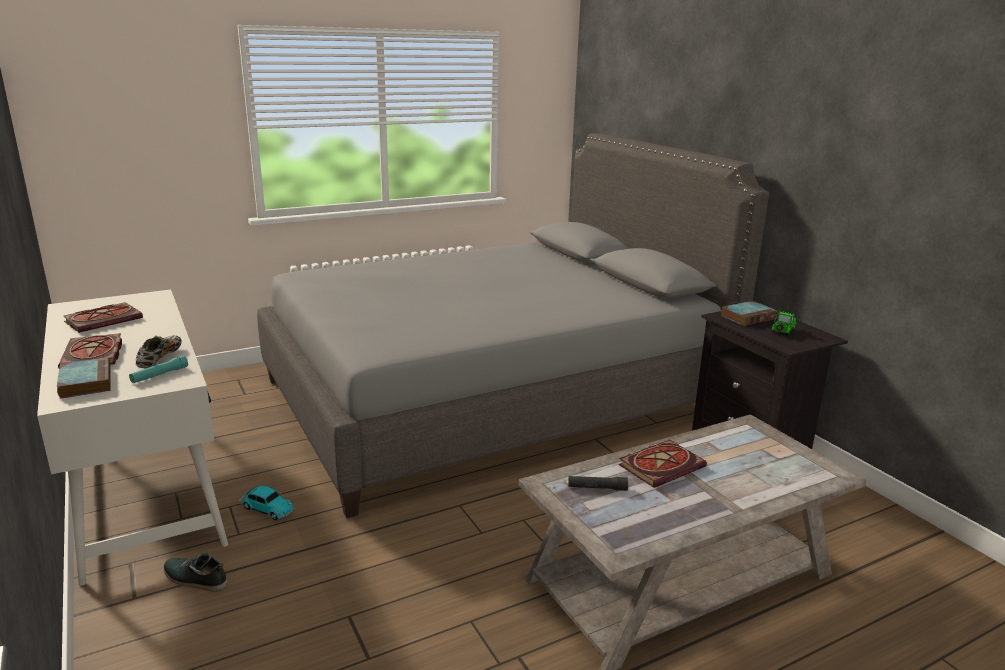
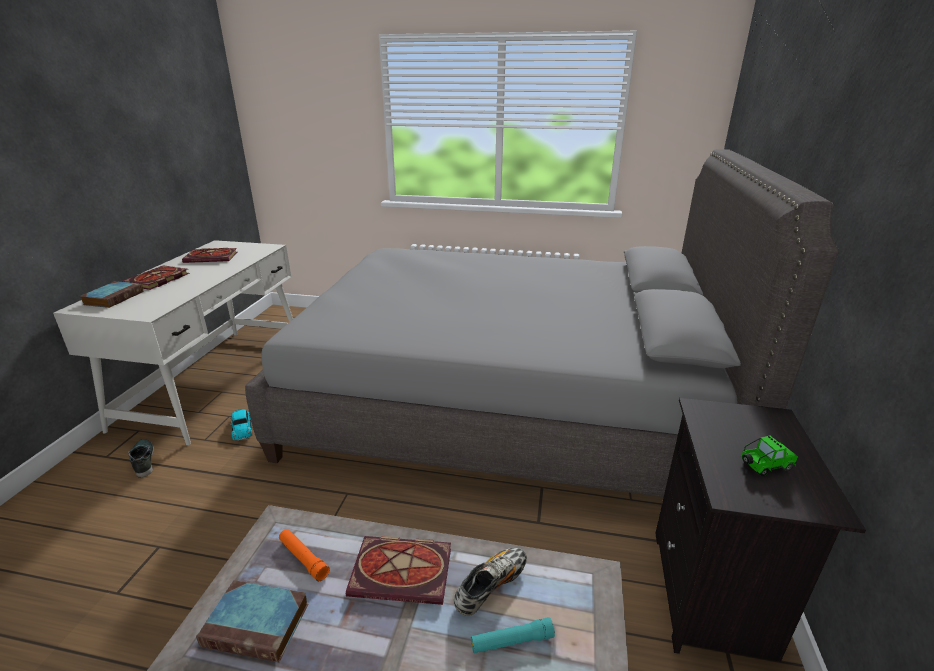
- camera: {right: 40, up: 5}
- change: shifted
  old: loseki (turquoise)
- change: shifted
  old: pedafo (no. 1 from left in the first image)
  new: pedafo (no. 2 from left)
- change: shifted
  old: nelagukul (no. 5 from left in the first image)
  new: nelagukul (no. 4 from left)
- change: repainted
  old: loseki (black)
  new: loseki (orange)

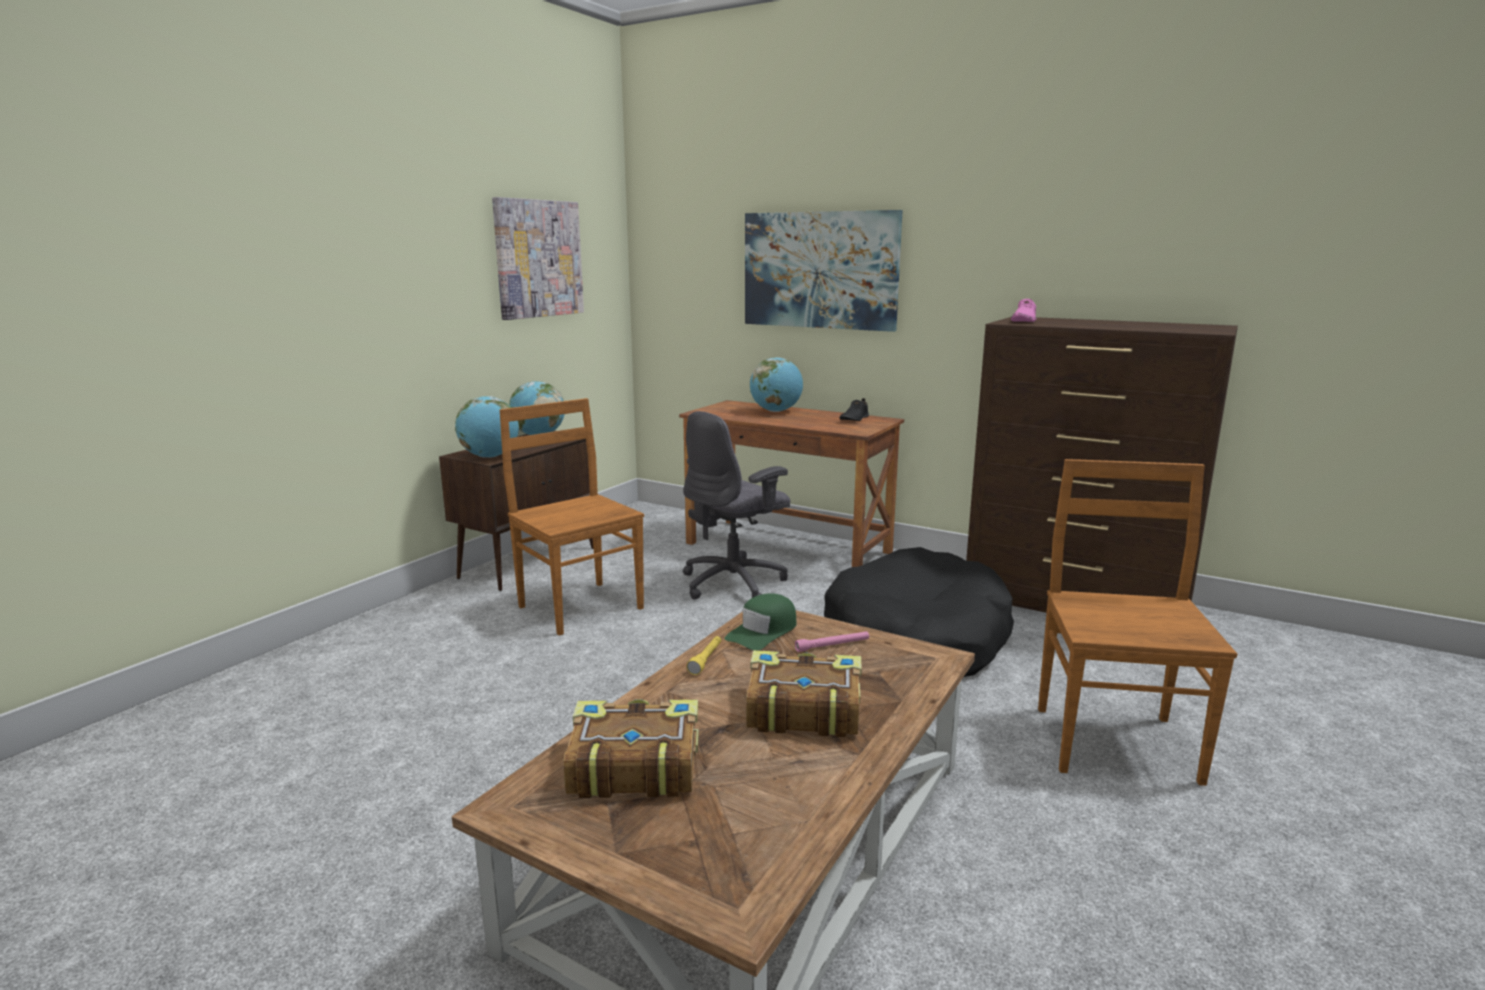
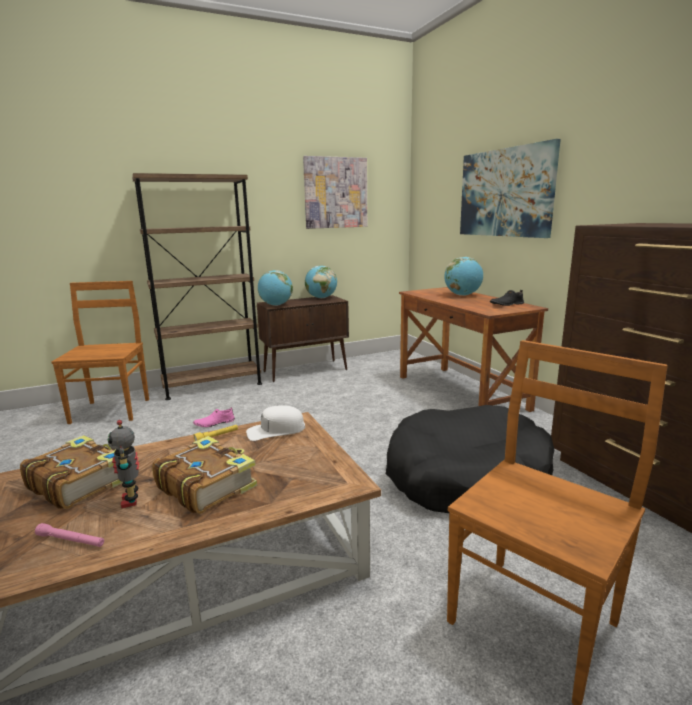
- camera: {right: 35, up: 0}
- change: gone
  old: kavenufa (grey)
- change: new
  new: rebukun
- change: new
  new: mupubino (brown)
- change: shifted
  old: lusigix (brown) (no. 1 from left)
- change: shifted
  old: loseki (pink)
- change: shifted
  old: pedafo (pink)
- change: repainted
  old: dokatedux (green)
  new: dokatedux (white)

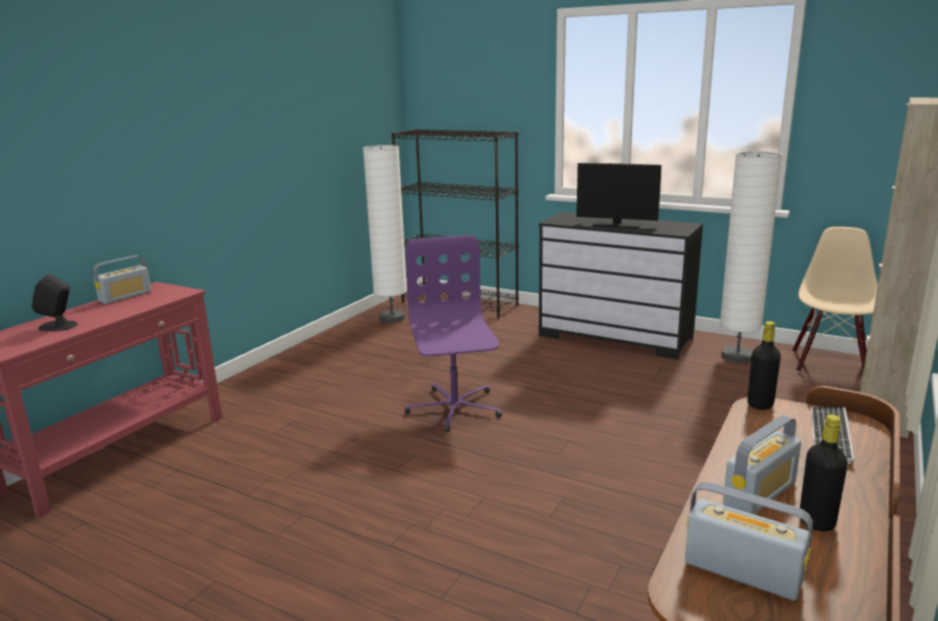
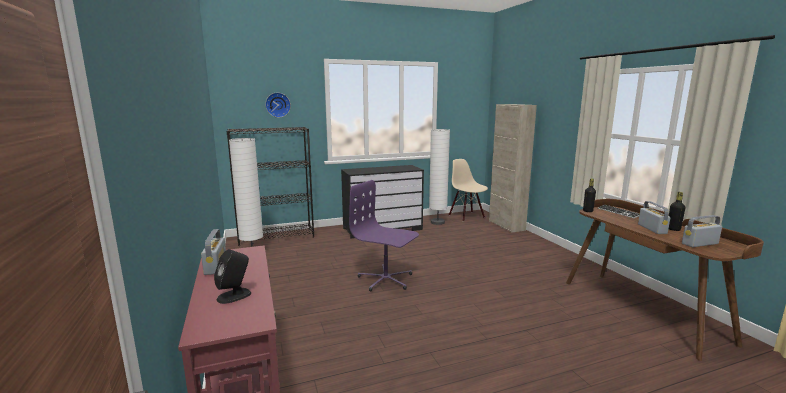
- camera: {right: -50, up: -5}
- change: gone
  old: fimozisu
- change: new
  new: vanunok

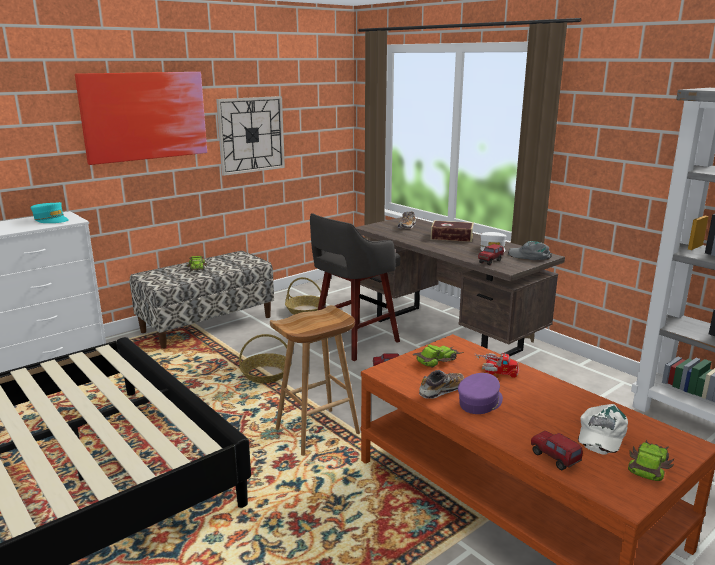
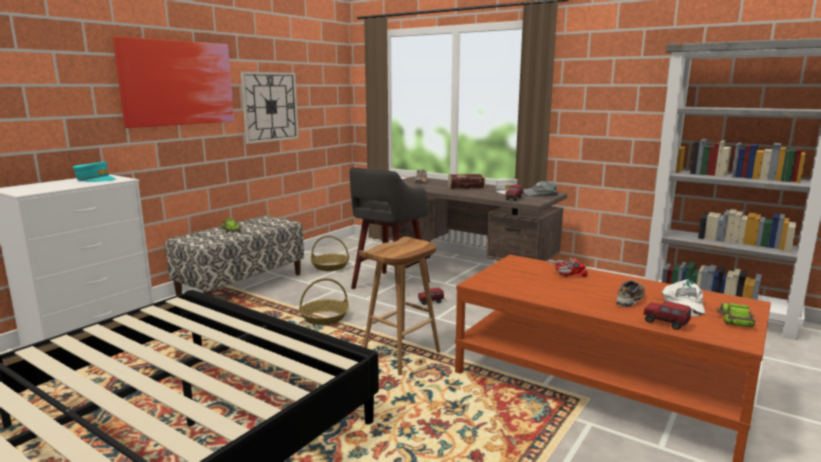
- camera: {right: -15, up: -5}
- change: gone
  old: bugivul (no. 2 from left)
- change: gone
  old: dokatedux (purple)
- change: shifted
  old: pedafo (no. 2 from left)

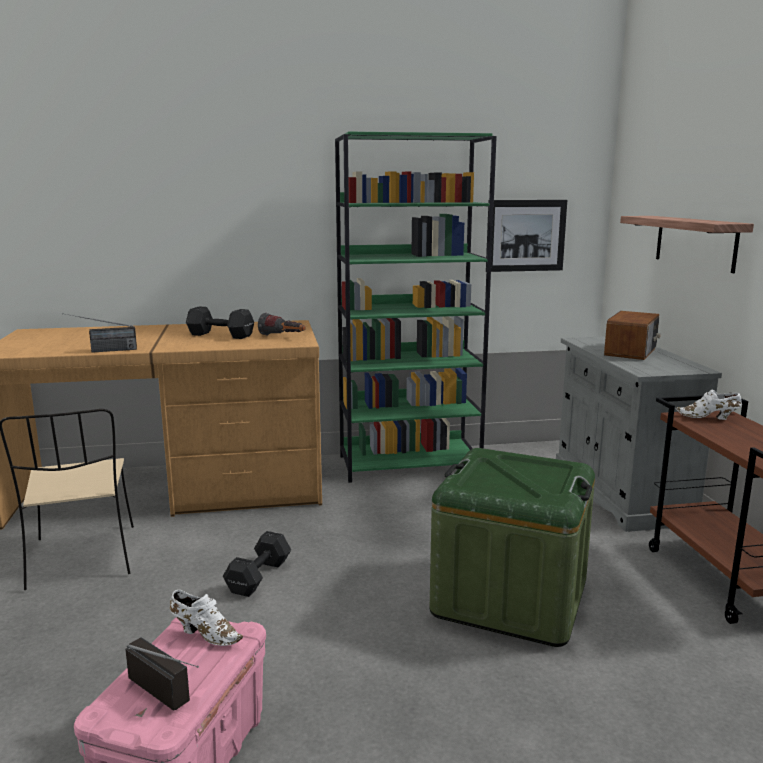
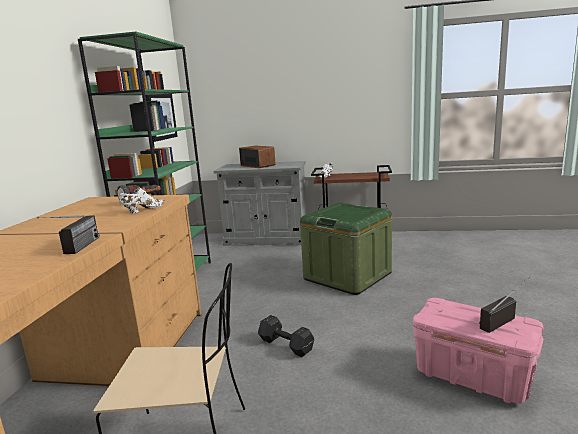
- camera: {right: -70, up: 0}
- change: gone
  old: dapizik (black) (no. 1 from left)
- change: gone
  old: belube
- change: shifted
  old: pedafo (white) (no. 1 from left)

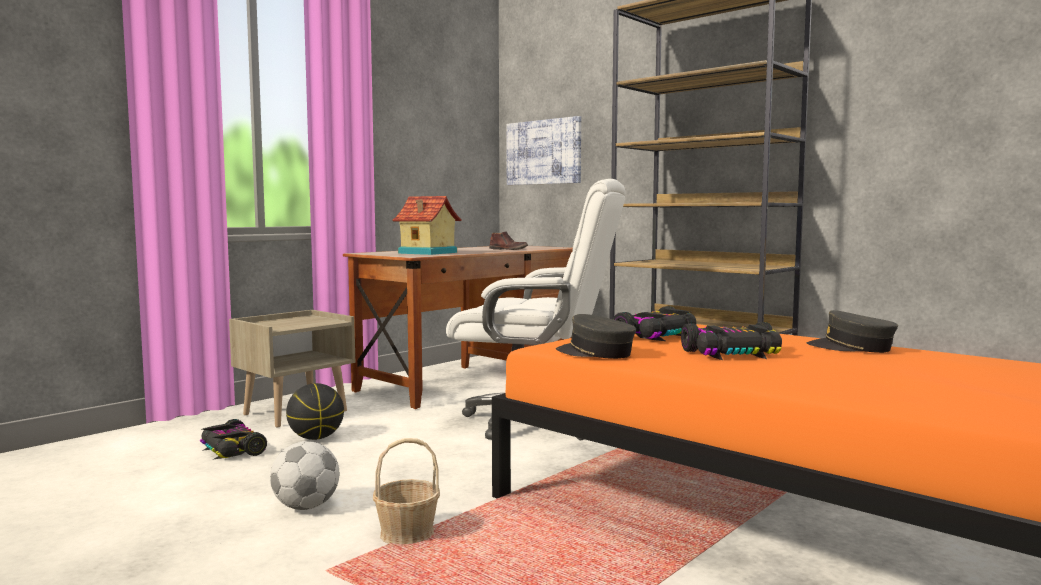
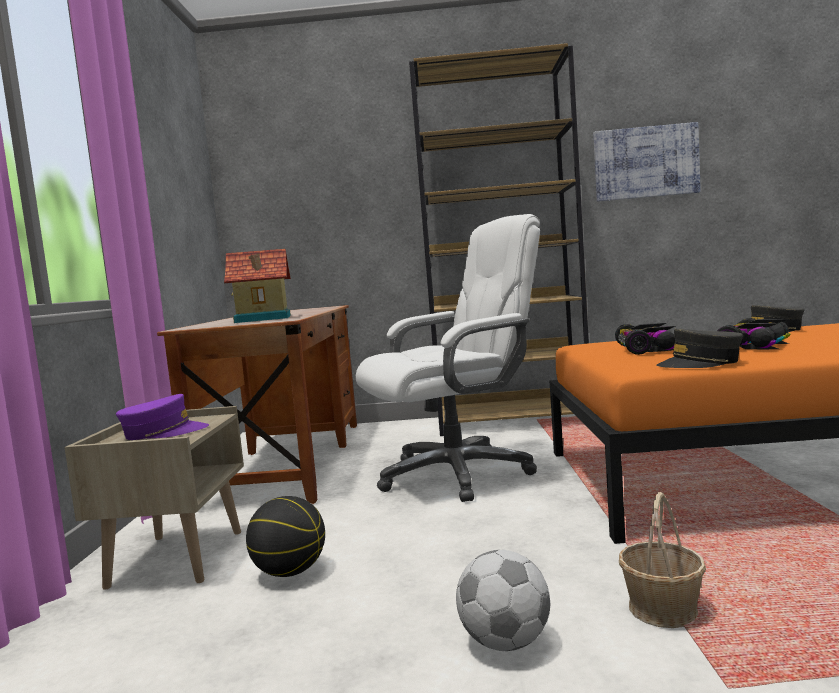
- camera: {right: -40, up: 0}
- change: gone
  old: bugivul (no. 1 from left)
- change: gone
  old: pedafo (brown)
- change: new
  new: dokatedux (purple)
- change: shifted
  old: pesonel

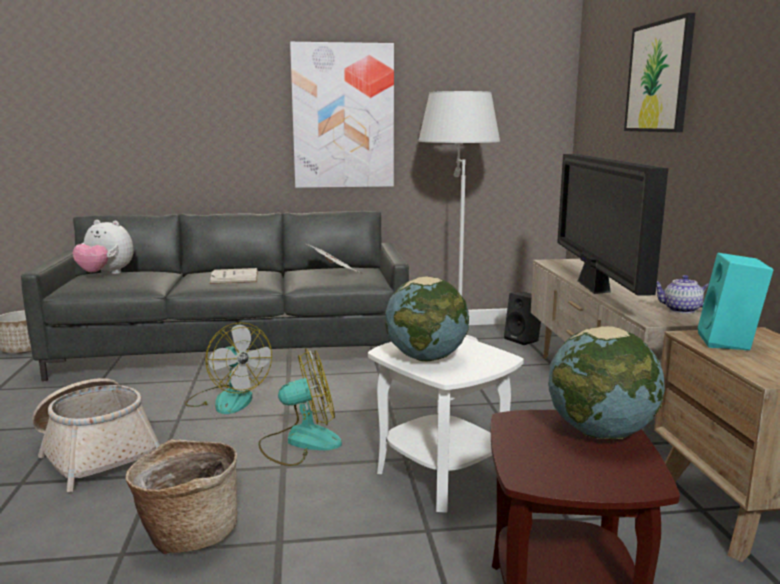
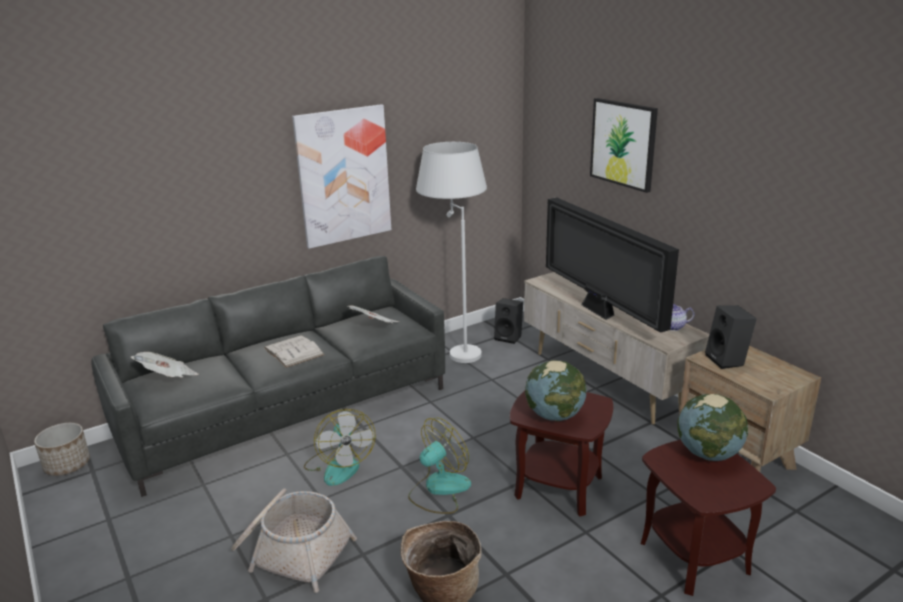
- camera: {right: -25, up: 10}
- change: swapped
  old: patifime
  new: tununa (no. 1 from left)
- change: repainted
  old: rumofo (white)
  new: rumofo (brown) (no. 1 from left)
- change: repainted
  old: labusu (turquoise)
  new: labusu (black) (no. 2 from left)
- change: rotated
  old: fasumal (no. 1 from left)
  degrees: 45

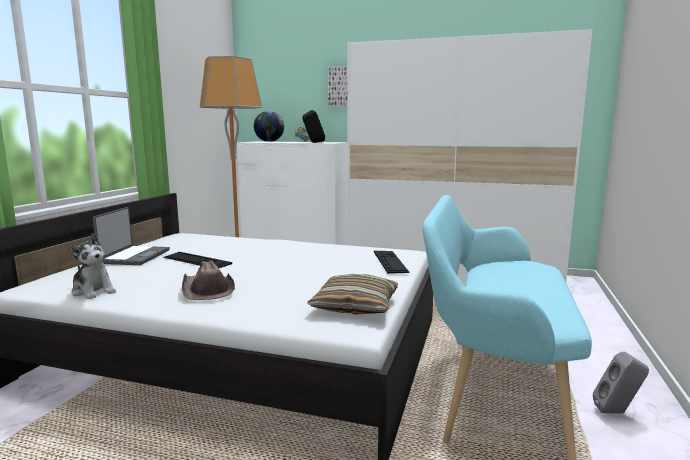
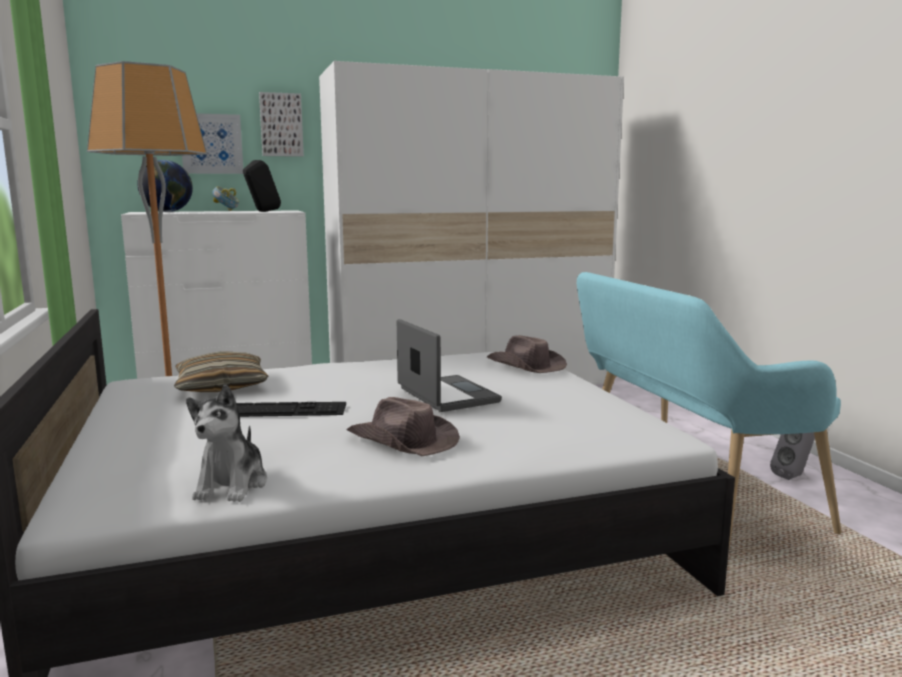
- camera: {right: -35, up: 0}
- change: new
  new: pesonel (no. 1 from left)
- change: shifted
  old: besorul
- change: shifted
  old: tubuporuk
- change: swapped
  old: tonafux (no. 2 from left)
  new: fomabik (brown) (no. 2 from left)
- change: rotated
  old: patifime
  degrees: 90

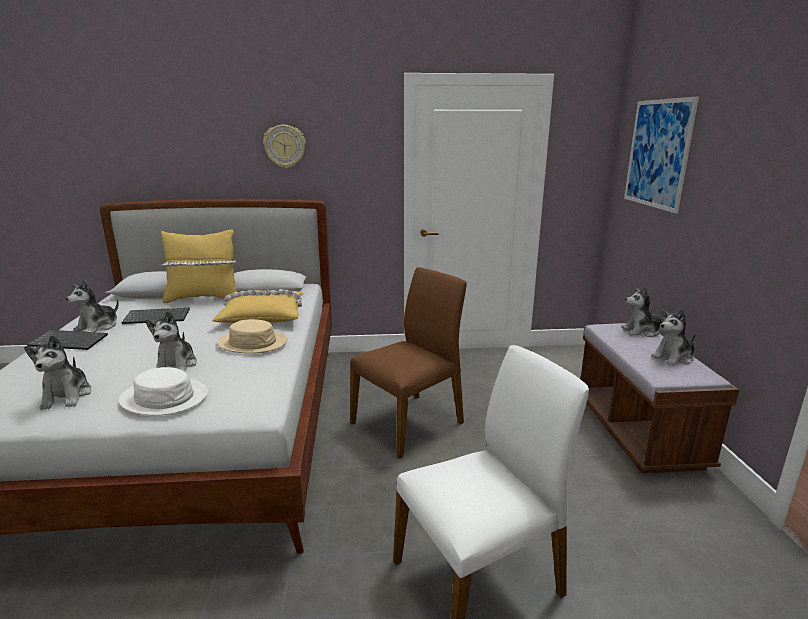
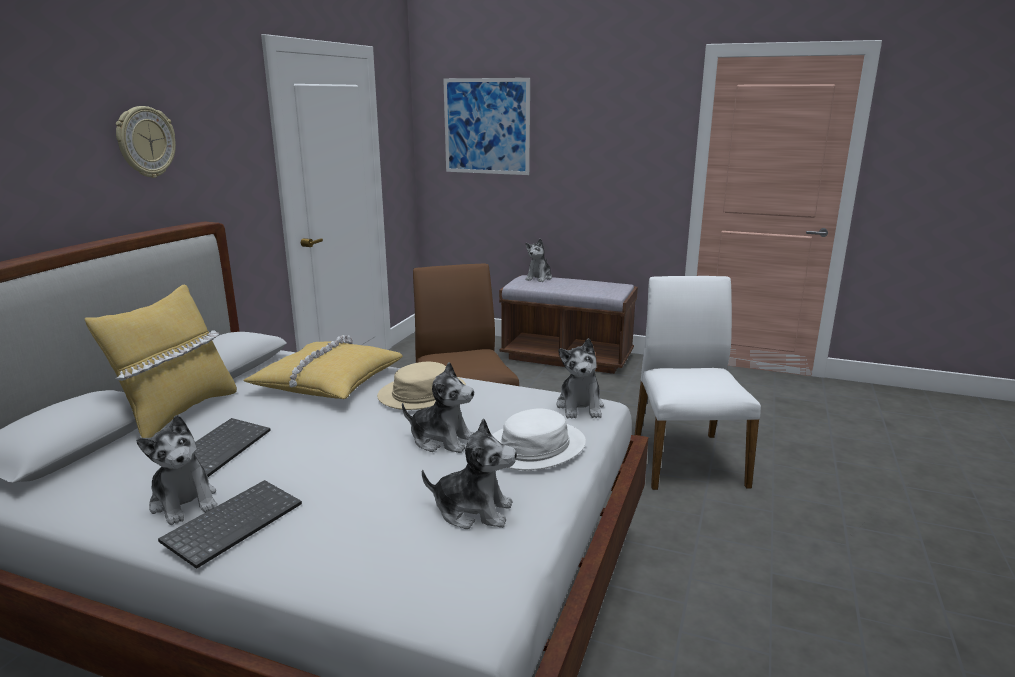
- camera: {right: -65, up: 0}
- change: shifted
  old: patifime (no. 5 from left)

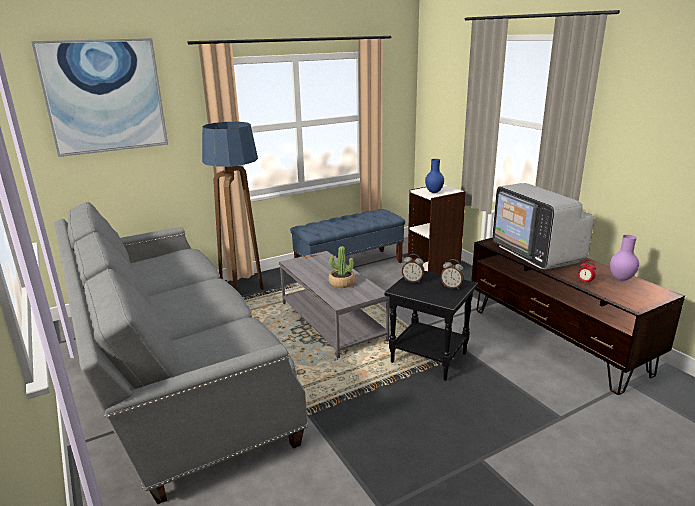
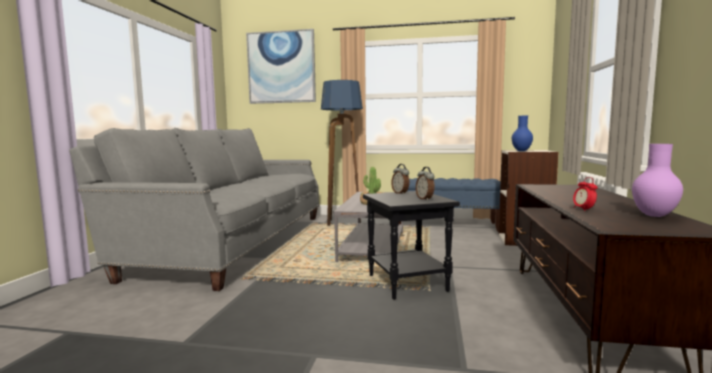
- camera: {right: 40, up: -15}
- change: gone
  old: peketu

